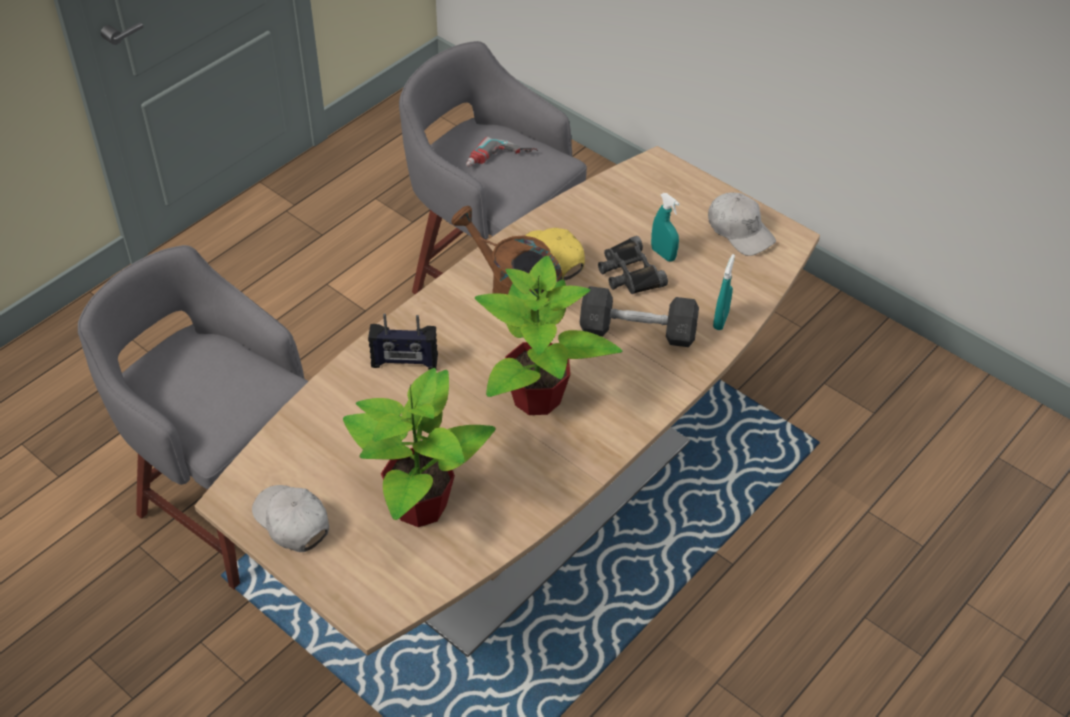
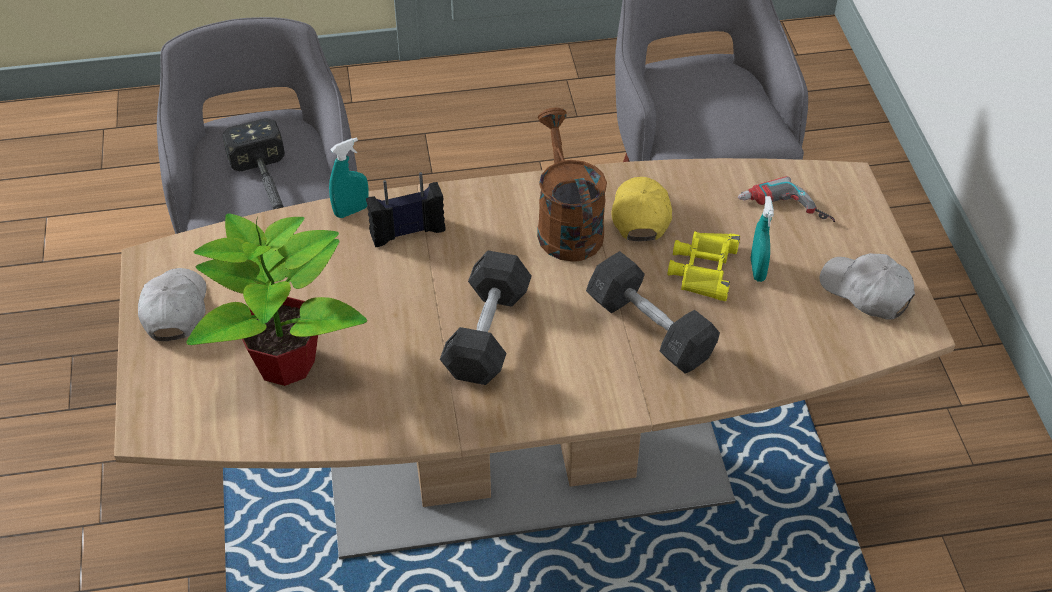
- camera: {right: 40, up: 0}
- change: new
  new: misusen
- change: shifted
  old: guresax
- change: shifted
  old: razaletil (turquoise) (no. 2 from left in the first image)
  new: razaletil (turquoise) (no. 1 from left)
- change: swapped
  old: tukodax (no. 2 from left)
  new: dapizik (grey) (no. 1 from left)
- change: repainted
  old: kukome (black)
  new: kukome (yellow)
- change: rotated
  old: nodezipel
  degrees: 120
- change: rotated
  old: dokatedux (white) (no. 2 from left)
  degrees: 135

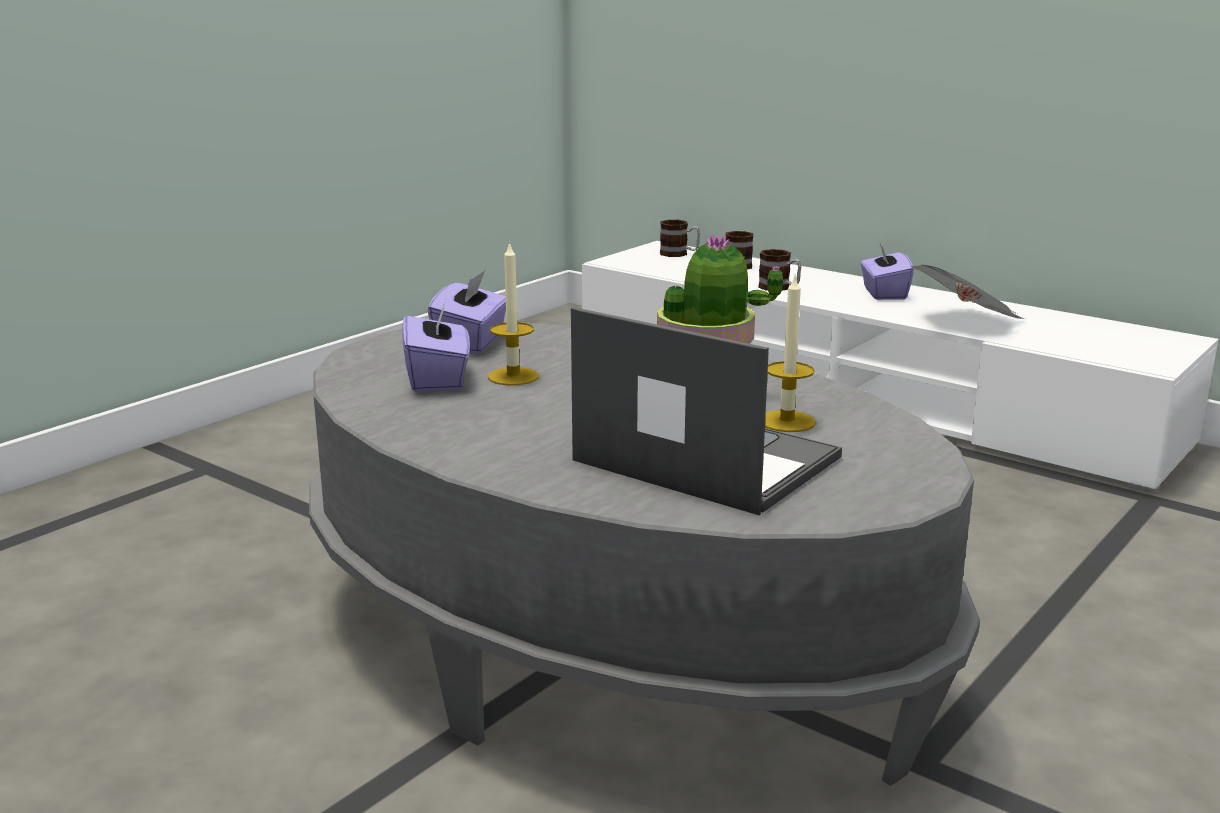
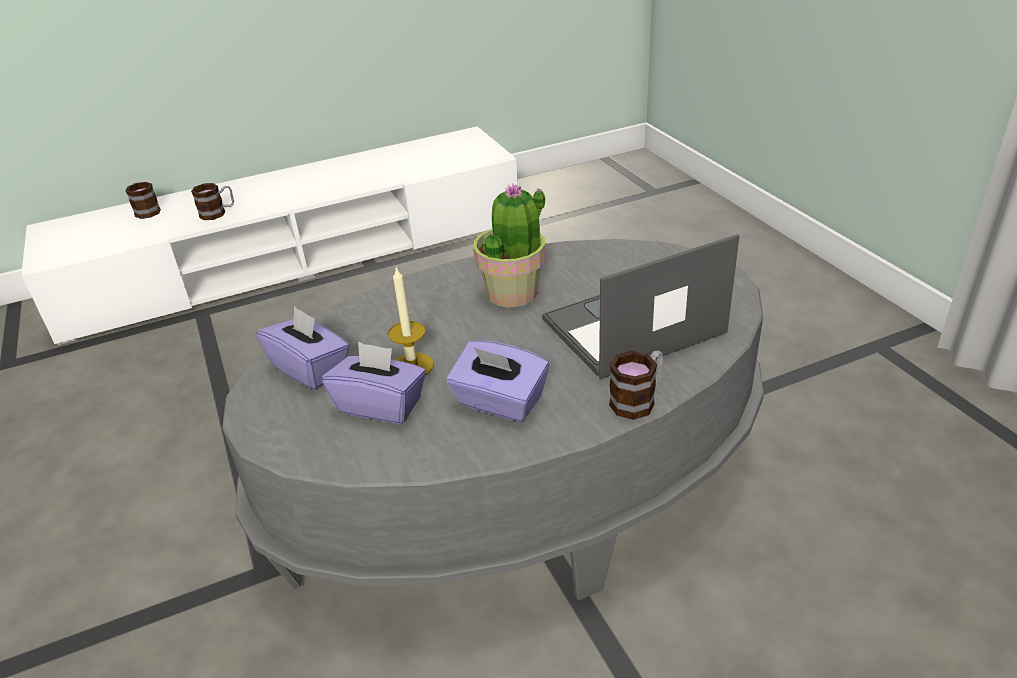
- camera: {right: -60, up: 15}
- change: gone
  old: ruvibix (no. 2 from left)
- change: gone
  old: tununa
- change: shifted
  old: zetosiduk (no. 1 from left in the first image)
  new: zetosiduk (no. 3 from left)
- change: shifted
  old: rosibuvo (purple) (no. 3 from left)

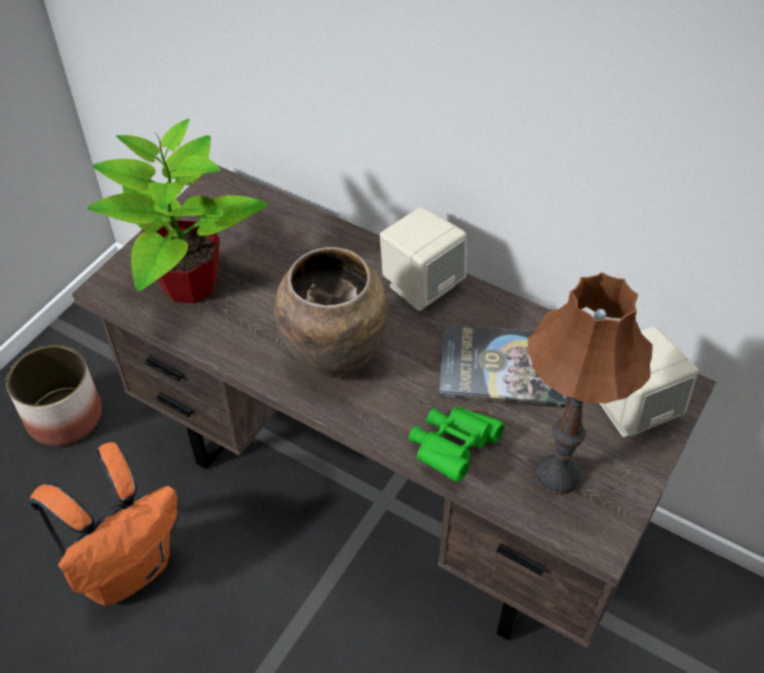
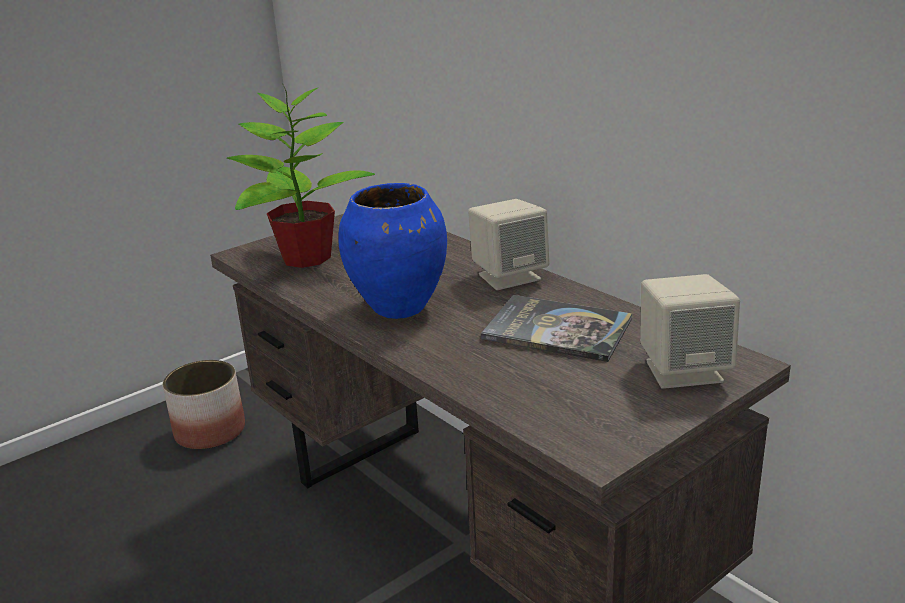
- camera: {right: 20, up: -25}
- change: gone
  old: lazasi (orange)
- change: gone
  old: kukome (green)
- change: gone
  old: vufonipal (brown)
- change: repainted
  old: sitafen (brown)
  new: sitafen (blue)

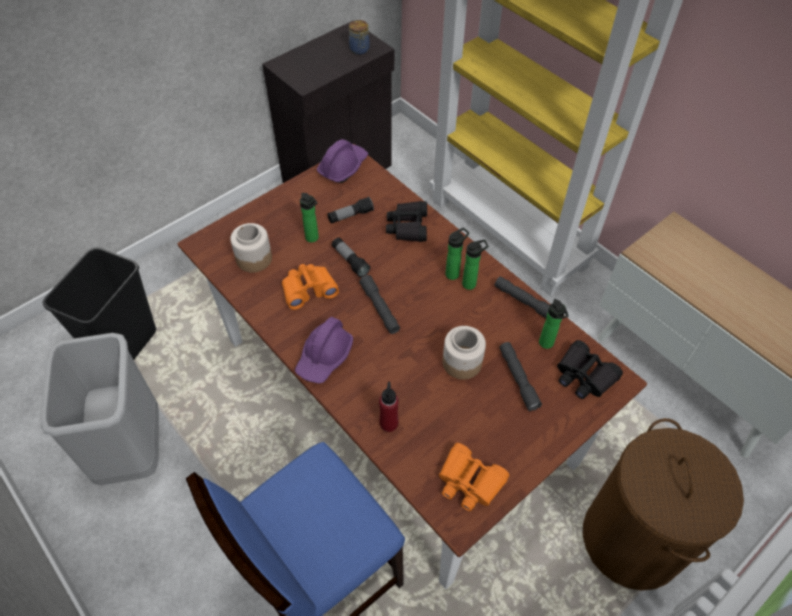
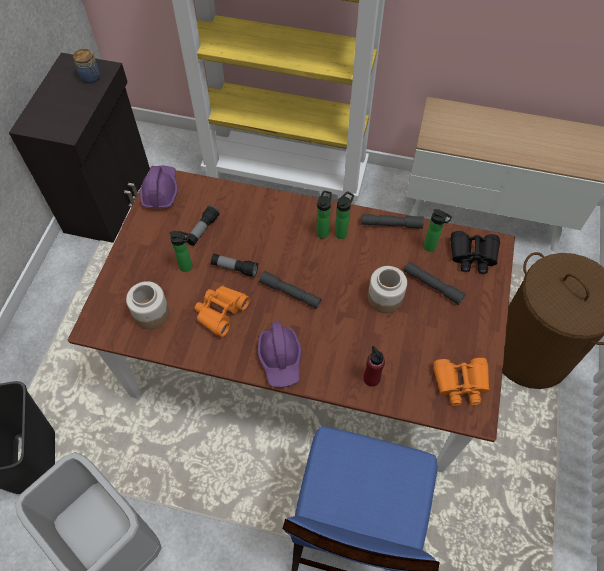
- camera: {right: -35, up: 5}
- change: gone
  old: kukome (black) (no. 1 from left)

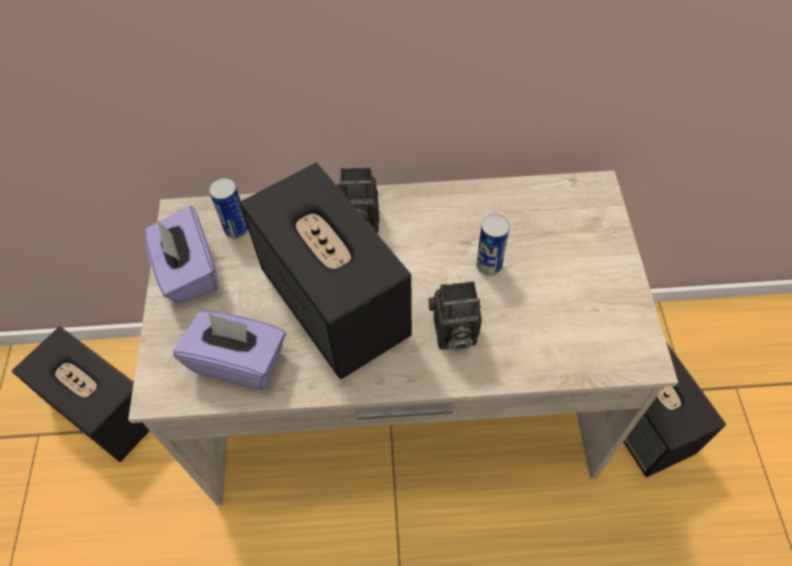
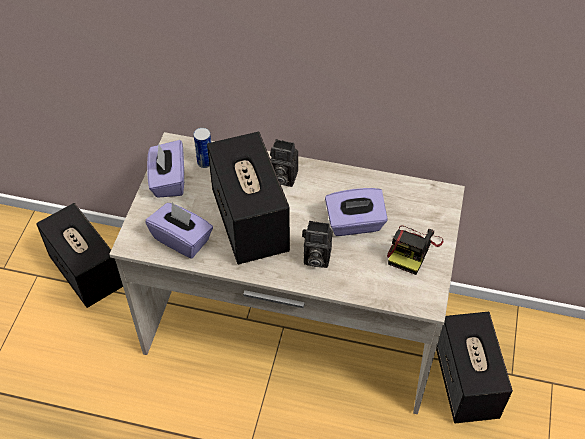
- camera: {right: 15, up: -5}
- change: new
  new: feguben (no. 3 from left)
- change: swapped
  old: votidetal (no. 2 from left)
  new: rosibuvo (purple) (no. 3 from left)

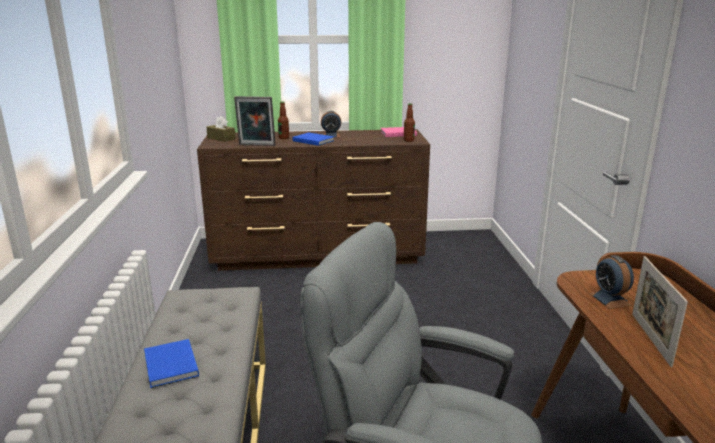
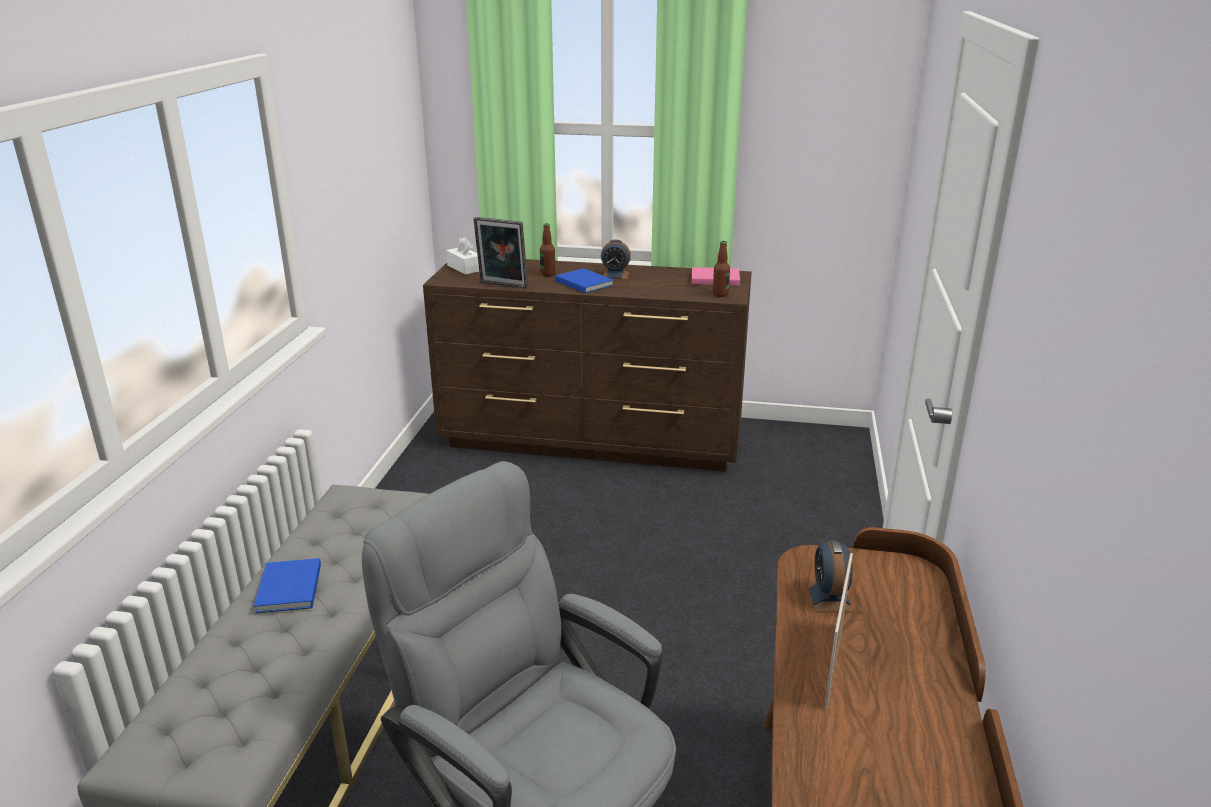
- camera: {right: 15, up: 5}
- change: repainted
  old: rosibuvo (brown)
  new: rosibuvo (white)

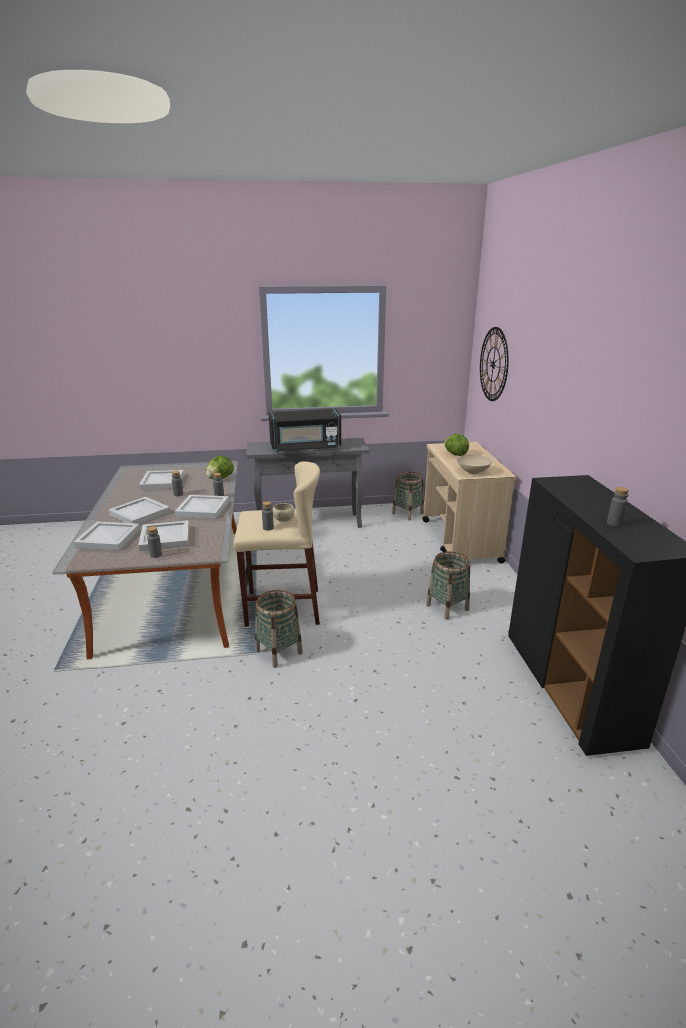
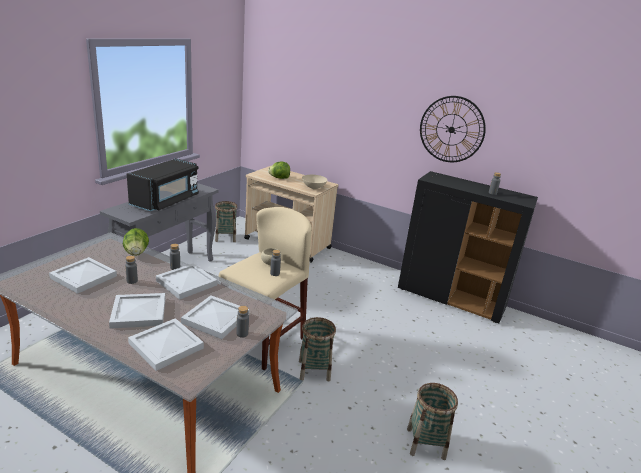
- camera: {right: -55, up: 0}
- change: shifted
  old: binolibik (no. 3 from left)
- change: shifted
  old: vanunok

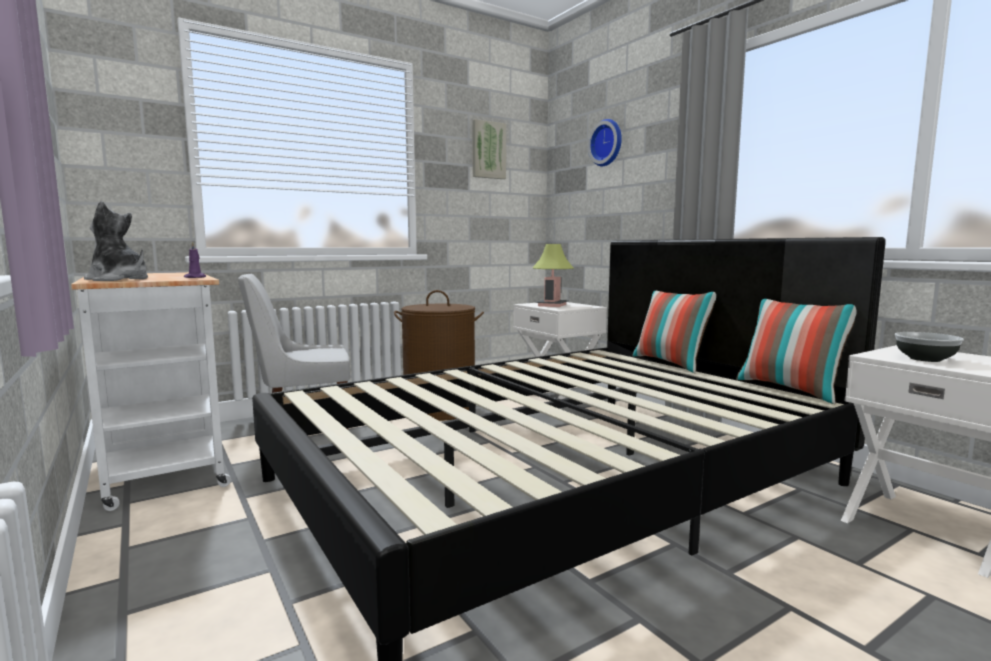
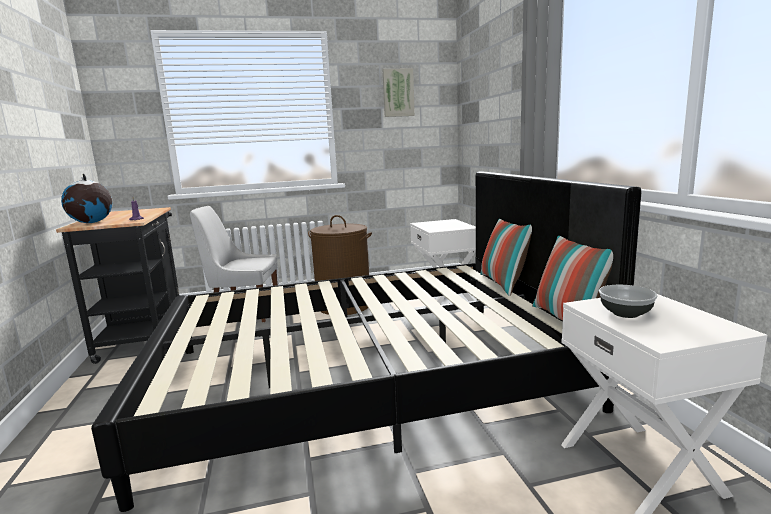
- camera: {right: 20, up: 5}
- change: gone
  old: vufonipal
- change: gone
  old: vanunok
- change: swapped
  old: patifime
  new: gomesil
- change: repainted
  old: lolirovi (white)
  new: lolirovi (black)

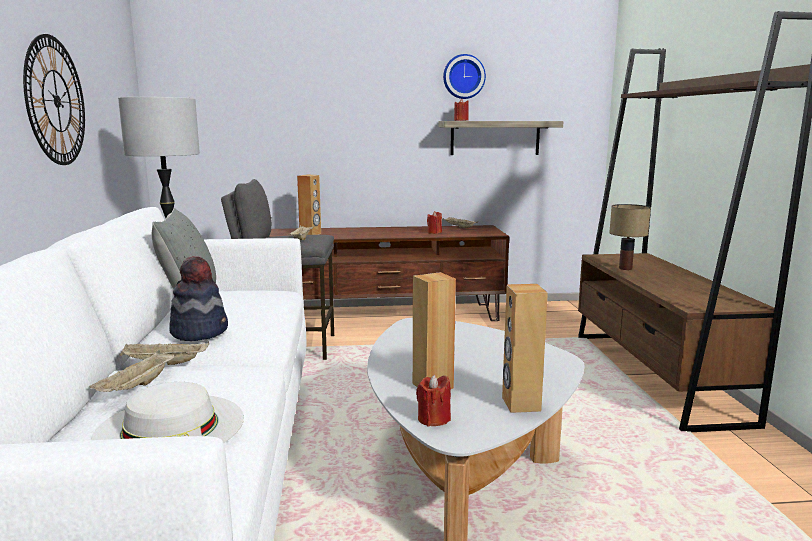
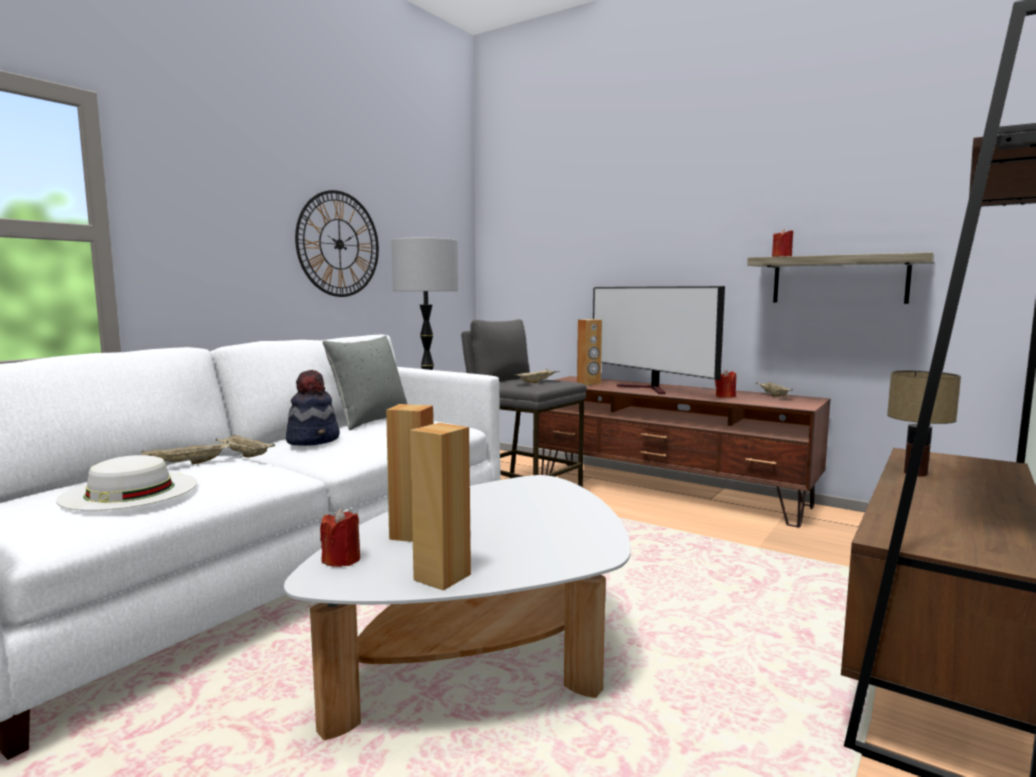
- camera: {right: 40, up: -5}
- change: gone
  old: vanunok (no. 2 from left)
- change: new
  new: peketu

